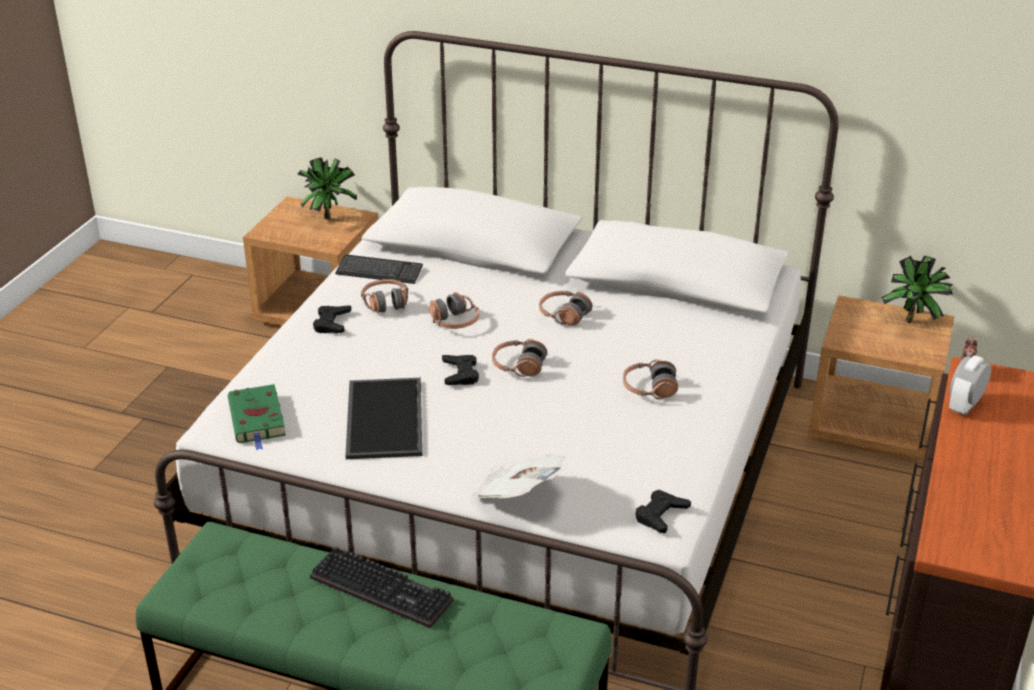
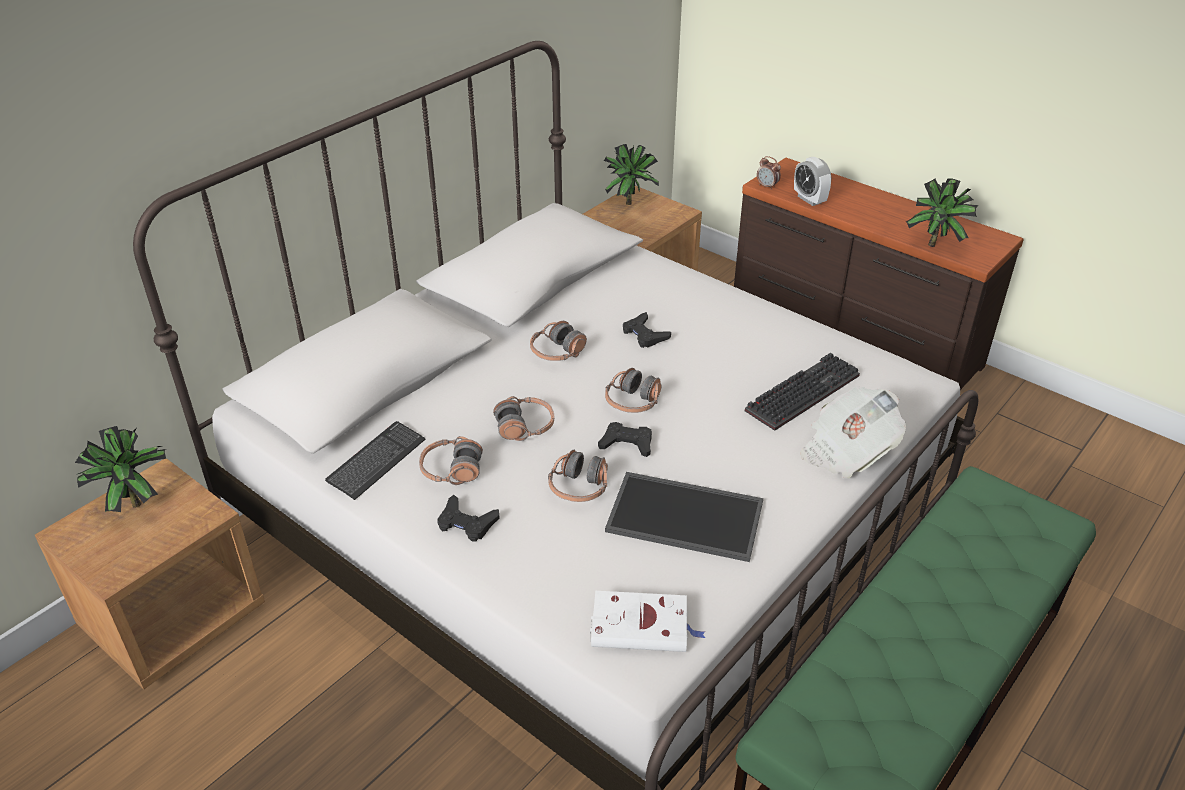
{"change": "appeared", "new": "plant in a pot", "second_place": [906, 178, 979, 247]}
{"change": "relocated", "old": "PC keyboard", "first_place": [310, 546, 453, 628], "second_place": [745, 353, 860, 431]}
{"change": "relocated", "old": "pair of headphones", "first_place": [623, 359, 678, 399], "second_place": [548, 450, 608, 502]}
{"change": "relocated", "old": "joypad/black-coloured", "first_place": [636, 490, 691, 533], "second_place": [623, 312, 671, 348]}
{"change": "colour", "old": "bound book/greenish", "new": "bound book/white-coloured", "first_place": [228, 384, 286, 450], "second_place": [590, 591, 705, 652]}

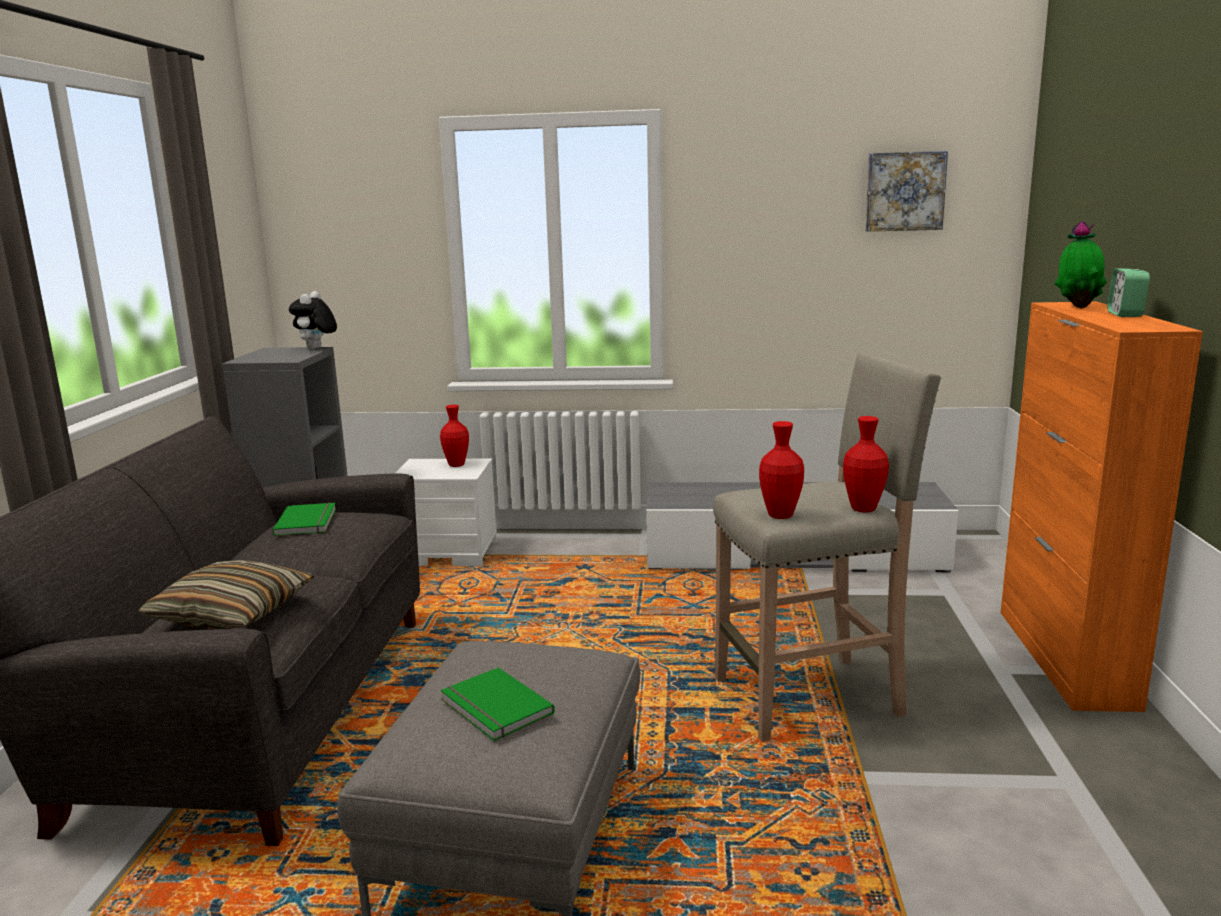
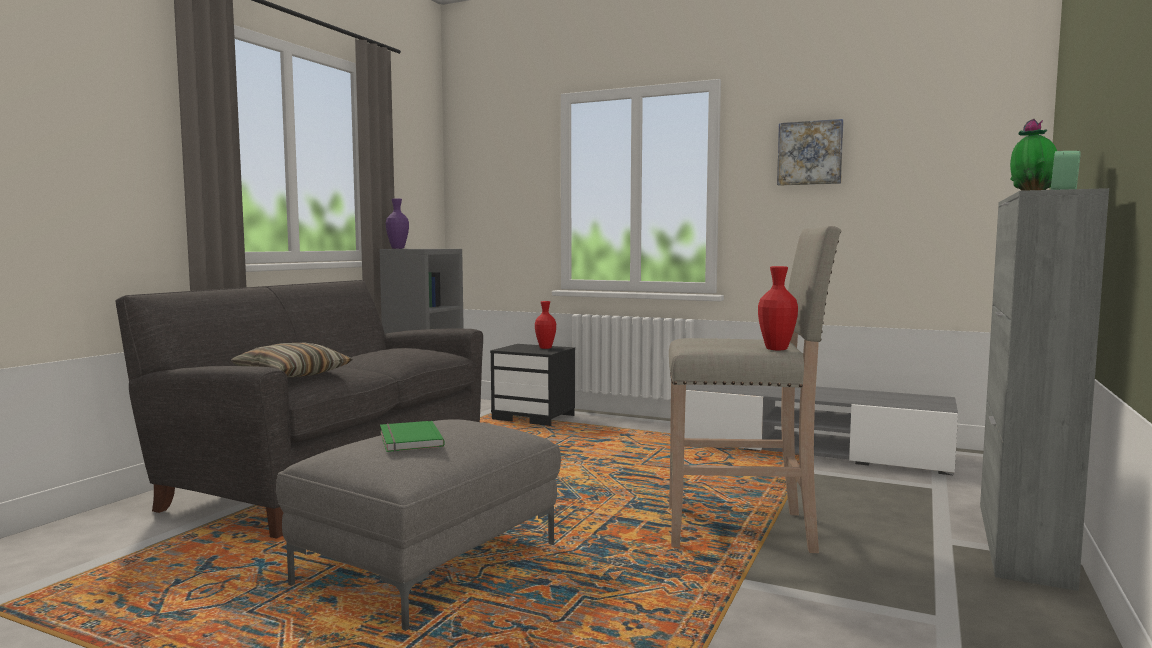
{"change": "missing", "old": "bound book/greenish", "first_place": [273, 503, 336, 536]}
{"change": "missing", "old": "cuddly toy", "first_place": [289, 291, 337, 349]}
{"change": "missing", "old": "flower vase/reddish", "first_place": [759, 421, 804, 519]}
{"change": "appeared", "new": "flower vase/purple-coloured", "second_place": [386, 198, 409, 249]}
{"change": "relocated", "old": "wall picture", "first_place": [865, 151, 948, 232], "second_place": [777, 119, 844, 186]}
{"change": "colour", "old": "nightstand/white-coloured", "new": "nightstand/black-coloured", "first_place": [395, 459, 497, 566], "second_place": [490, 344, 575, 426]}
{"change": "colour", "old": "storage cabinet/orange", "new": "storage cabinet/gray", "first_place": [1001, 301, 1203, 712], "second_place": [980, 188, 1109, 591]}

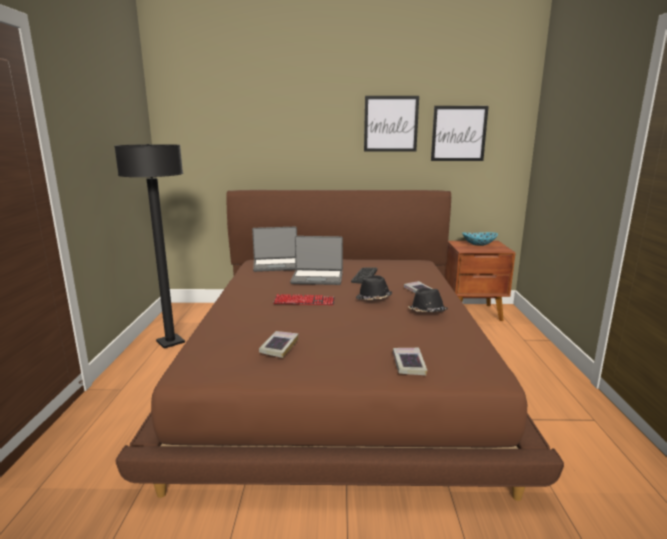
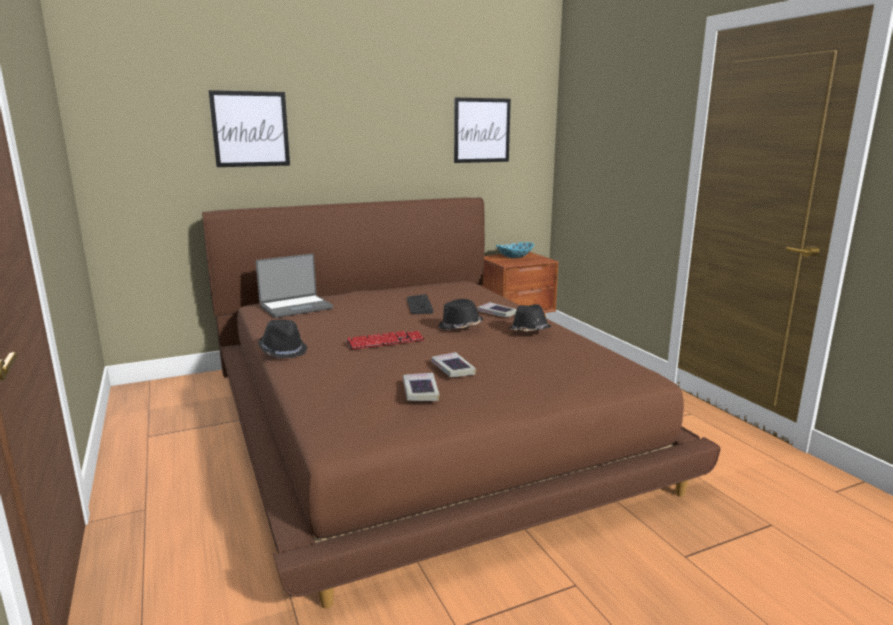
{"change": "missing", "old": "standard lamp/black-coloured", "first_place": [114, 144, 185, 349]}
{"change": "missing", "old": "portable computer", "first_place": [290, 236, 343, 285]}
{"change": "appeared", "new": "hat/black-coloured", "second_place": [258, 320, 308, 358]}
{"change": "relocated", "old": "wall picture", "first_place": [364, 96, 419, 152], "second_place": [208, 90, 290, 167]}
{"change": "relocated", "old": "bound book", "first_place": [393, 348, 427, 375], "second_place": [431, 352, 476, 377]}

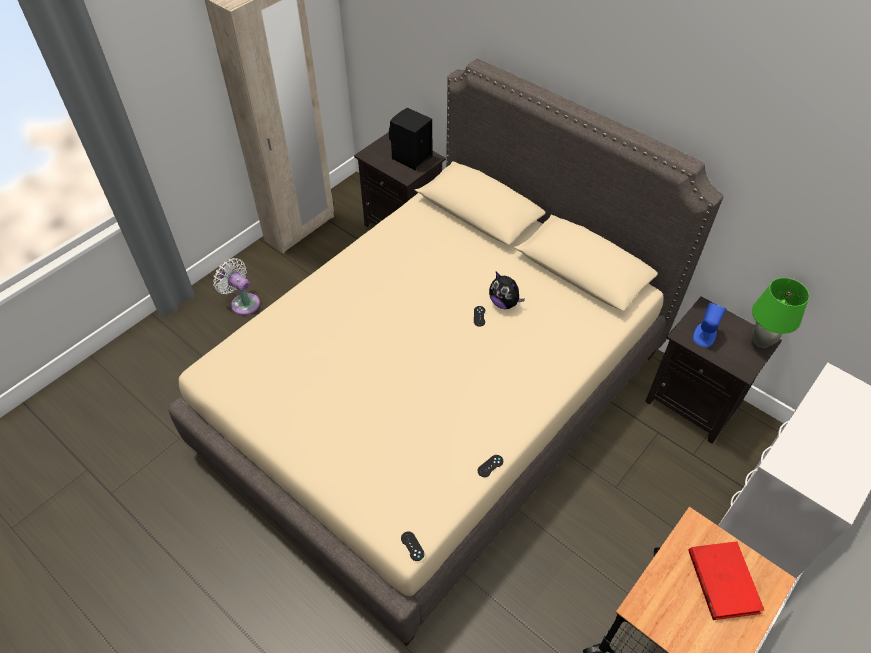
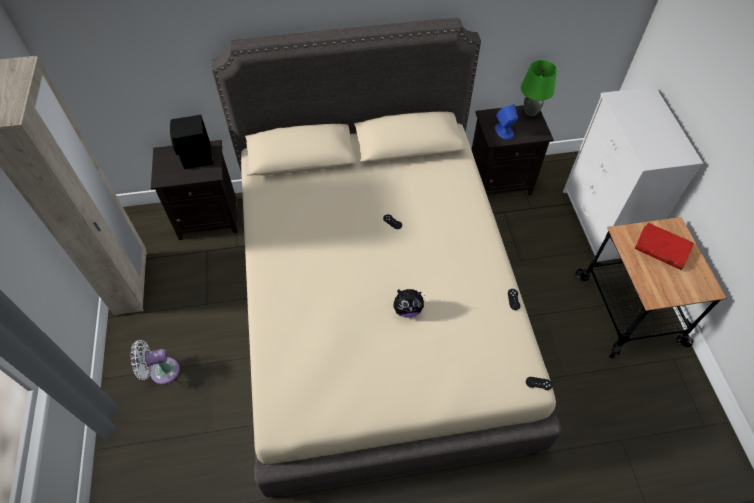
{"change": "relocated", "old": "cuddly toy", "first_place": [489, 272, 525, 309], "second_place": [393, 289, 424, 318]}

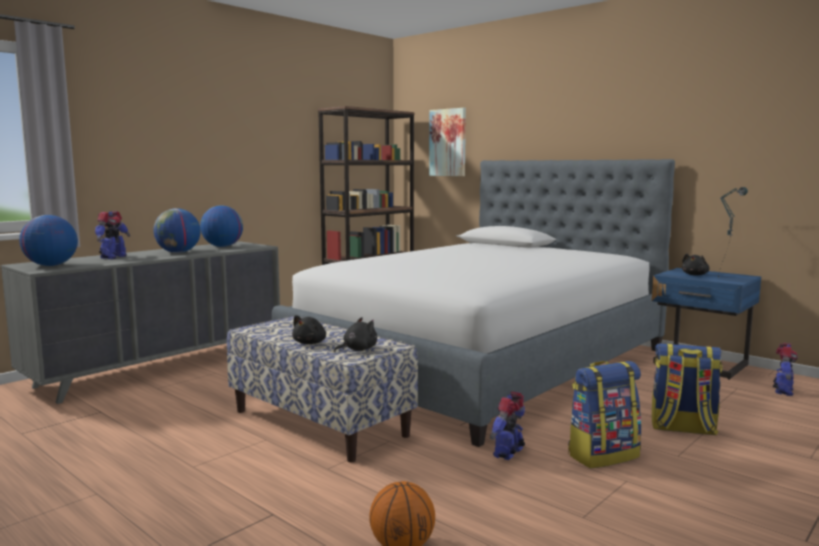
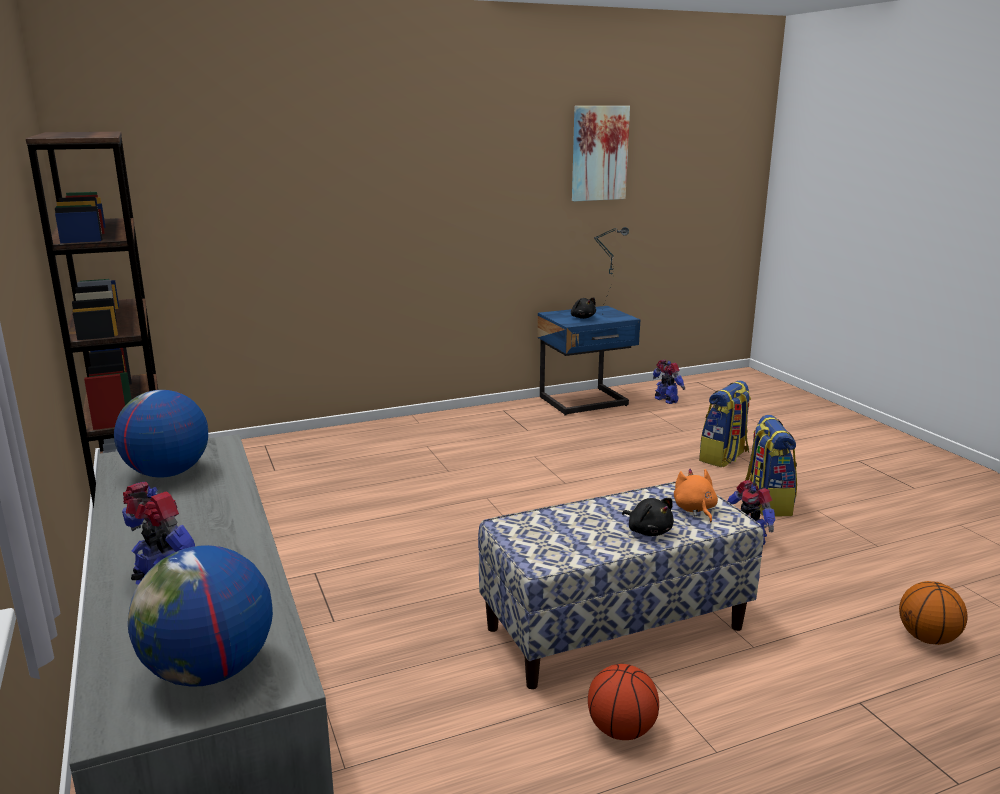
{"change": "missing", "old": "desk globe", "first_place": [153, 208, 201, 253]}
{"change": "missing", "old": "bedroom bed", "first_place": [272, 159, 675, 447]}
{"change": "appeared", "new": "basketball ball", "second_place": [588, 664, 659, 740]}
{"change": "relocated", "old": "wall picture", "first_place": [429, 108, 466, 176], "second_place": [572, 106, 630, 201]}
{"change": "colour", "old": "cuddly toy/black-coloured", "new": "cuddly toy/orange", "first_place": [334, 317, 377, 352], "second_place": [674, 468, 718, 522]}

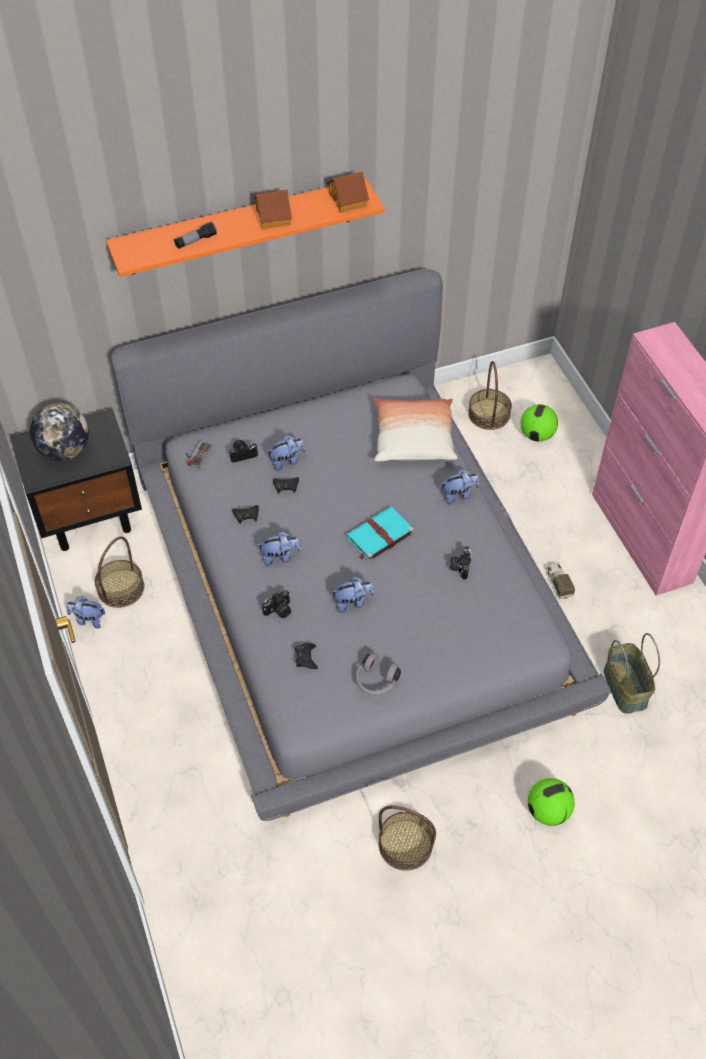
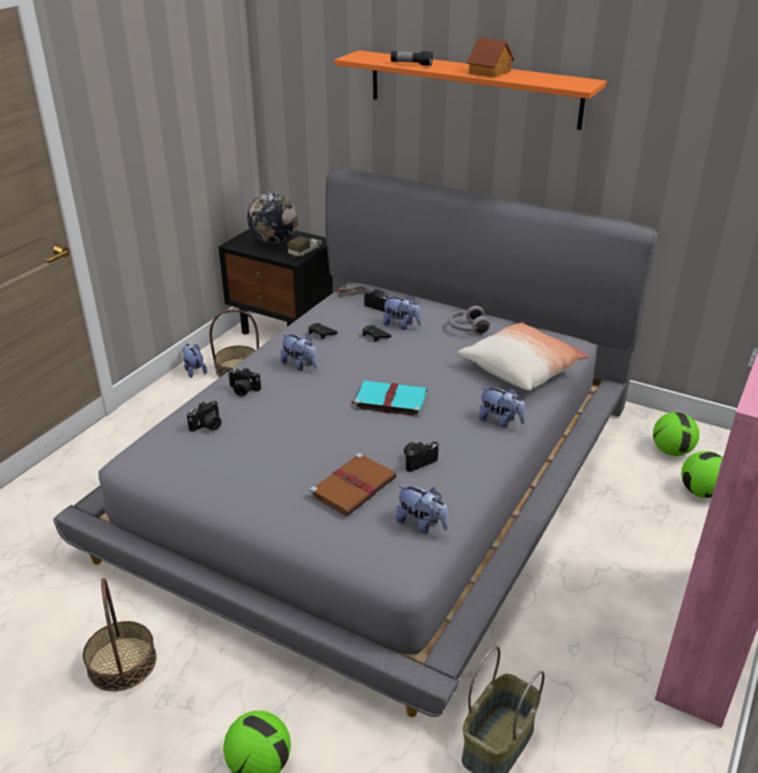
{"change": "missing", "old": "miniature house", "first_place": [327, 171, 369, 213]}
{"change": "appeared", "new": "bound book/brown-coloured", "second_place": [310, 453, 397, 516]}
{"change": "relocated", "old": "cuddly toy", "first_place": [332, 577, 375, 613], "second_place": [396, 485, 449, 534]}
{"change": "relocated", "old": "pair of headphones/gray", "first_place": [355, 653, 401, 696], "second_place": [448, 306, 490, 334]}
{"change": "relocated", "old": "toy lorry", "first_place": [546, 563, 575, 599], "second_place": [287, 236, 322, 258]}
{"change": "exchanged", "old": "joypad/black-coloured", "new": "still camera", "first_place": [295, 643, 318, 669], "second_place": [187, 401, 221, 432]}
{"change": "exchanged", "old": "household basket", "new": "football ball", "first_place": [468, 361, 512, 430], "second_place": [653, 412, 699, 456]}

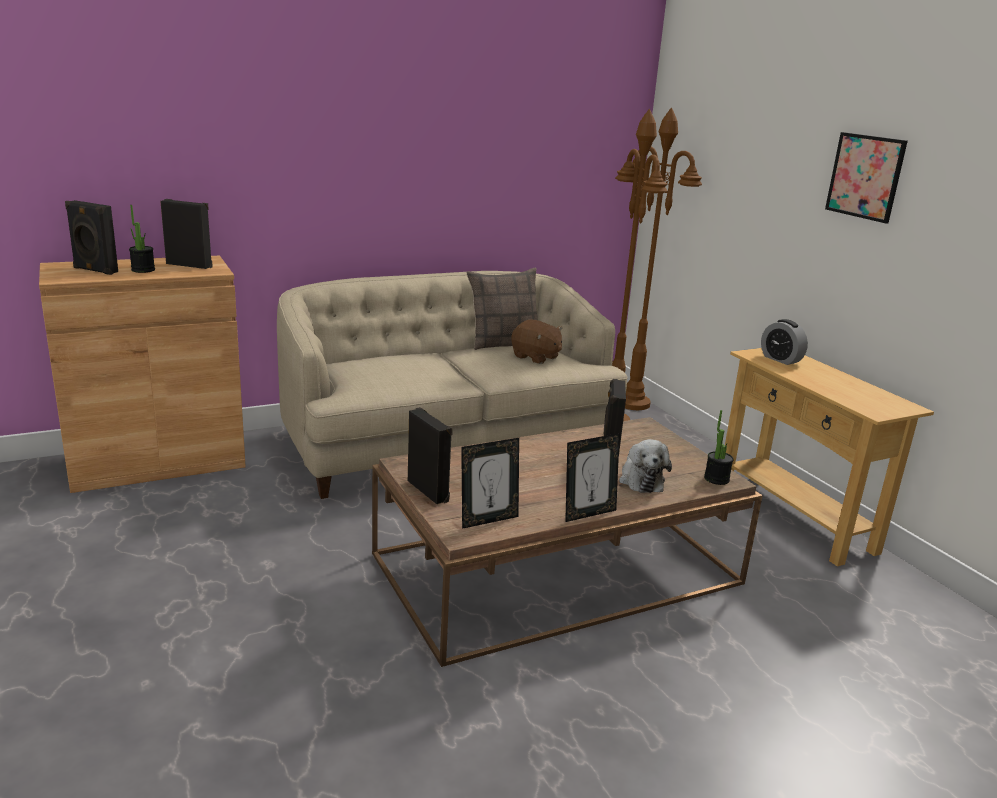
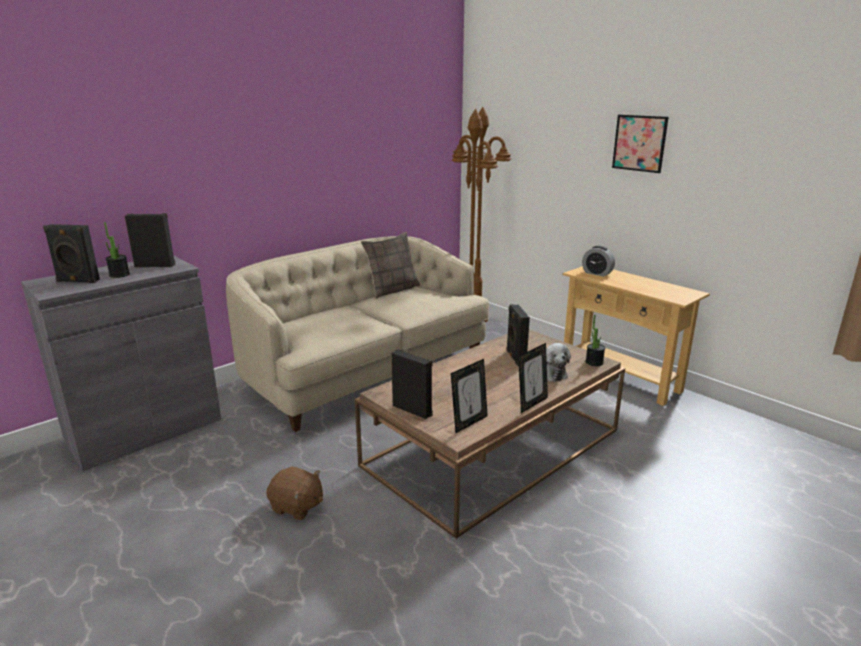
{"change": "relocated", "old": "cuddly toy/brown-coloured", "first_place": [511, 320, 562, 364], "second_place": [266, 467, 323, 520]}
{"change": "colour", "old": "storage cabinet/brown-coloured", "new": "storage cabinet/gray", "first_place": [39, 255, 246, 493], "second_place": [21, 255, 221, 471]}

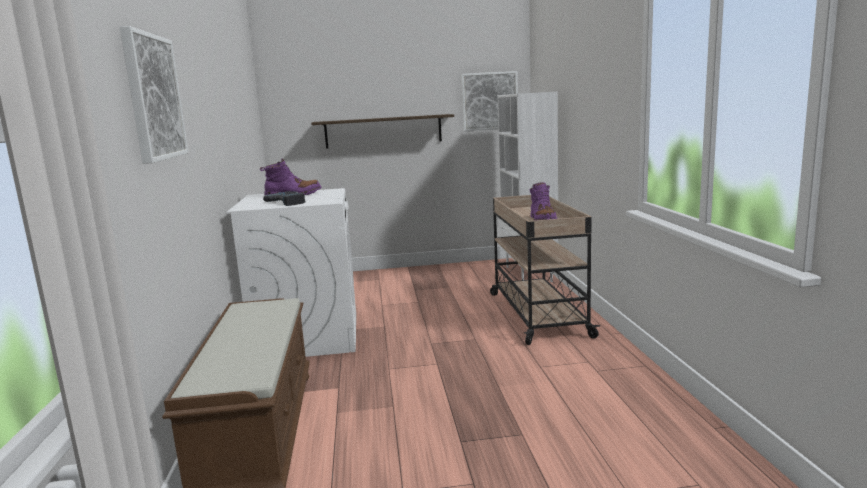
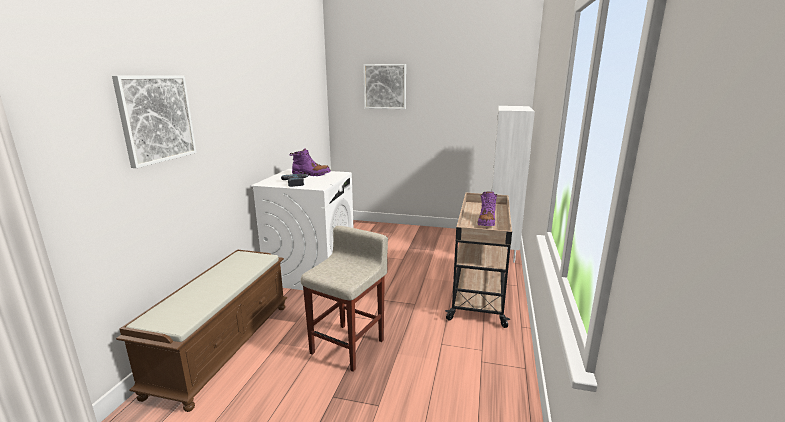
{"change": "missing", "old": "wall shelf", "first_place": [311, 114, 454, 149]}
{"change": "appeared", "new": "sitting stool/sand-coloured", "second_place": [301, 226, 388, 372]}
{"change": "relocated", "old": "wall picture", "first_place": [461, 71, 518, 132], "second_place": [363, 64, 406, 109]}

